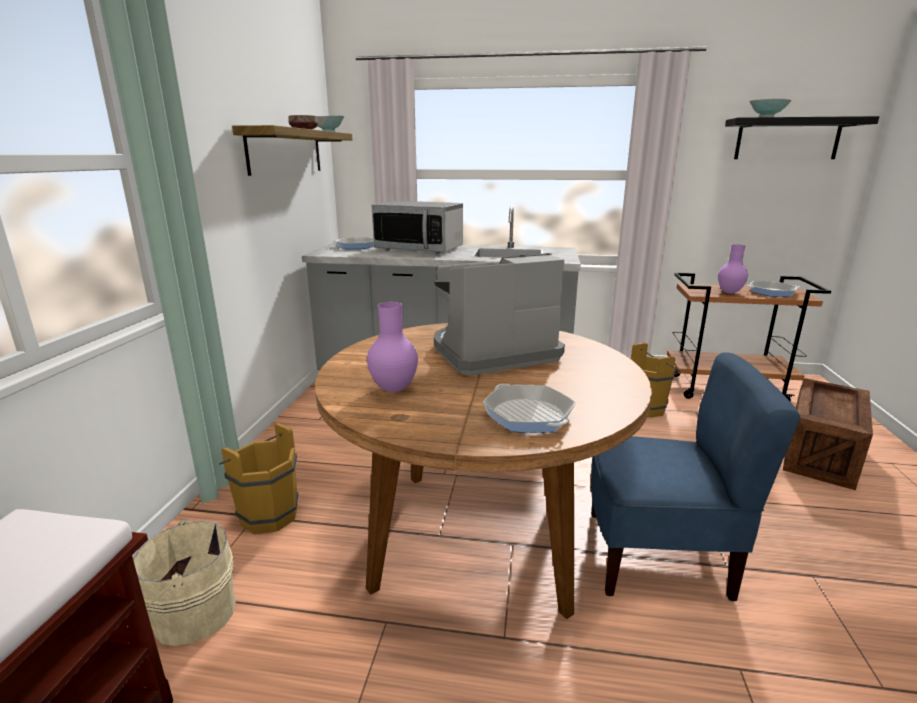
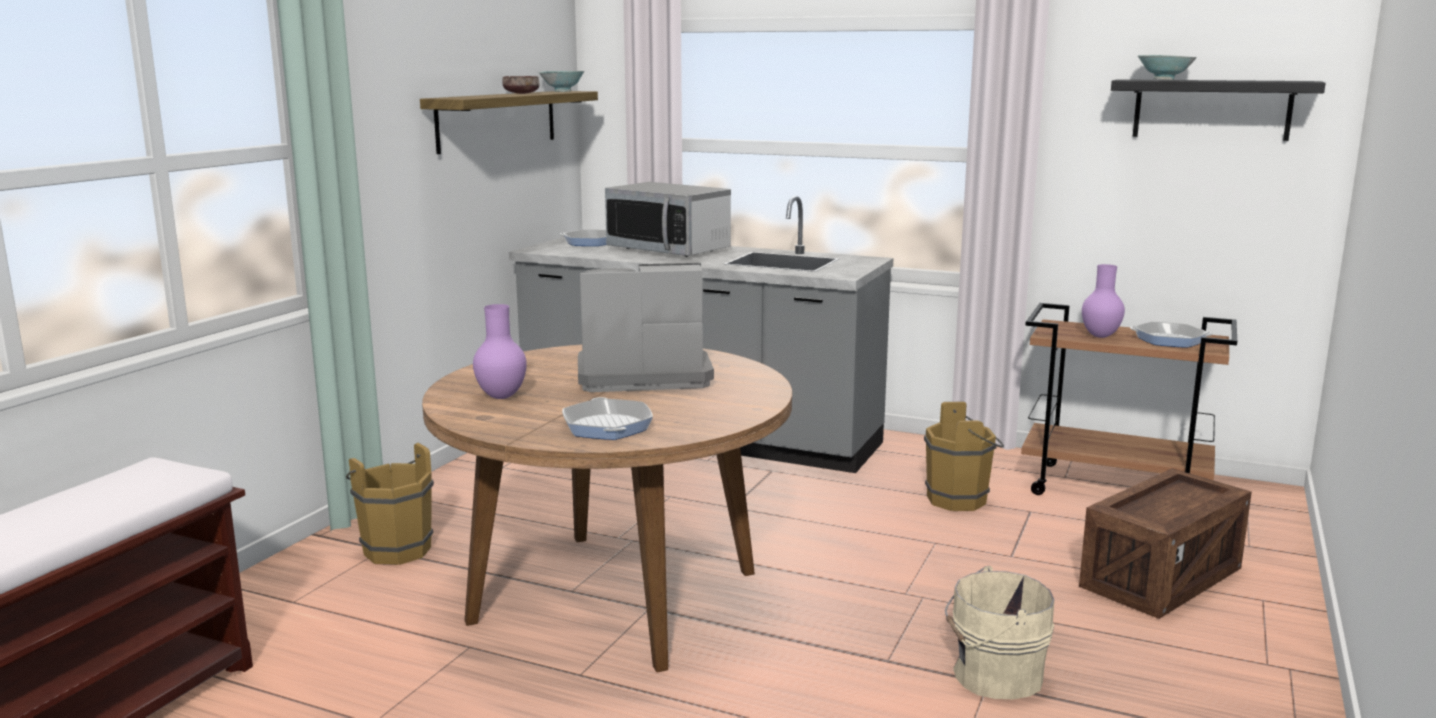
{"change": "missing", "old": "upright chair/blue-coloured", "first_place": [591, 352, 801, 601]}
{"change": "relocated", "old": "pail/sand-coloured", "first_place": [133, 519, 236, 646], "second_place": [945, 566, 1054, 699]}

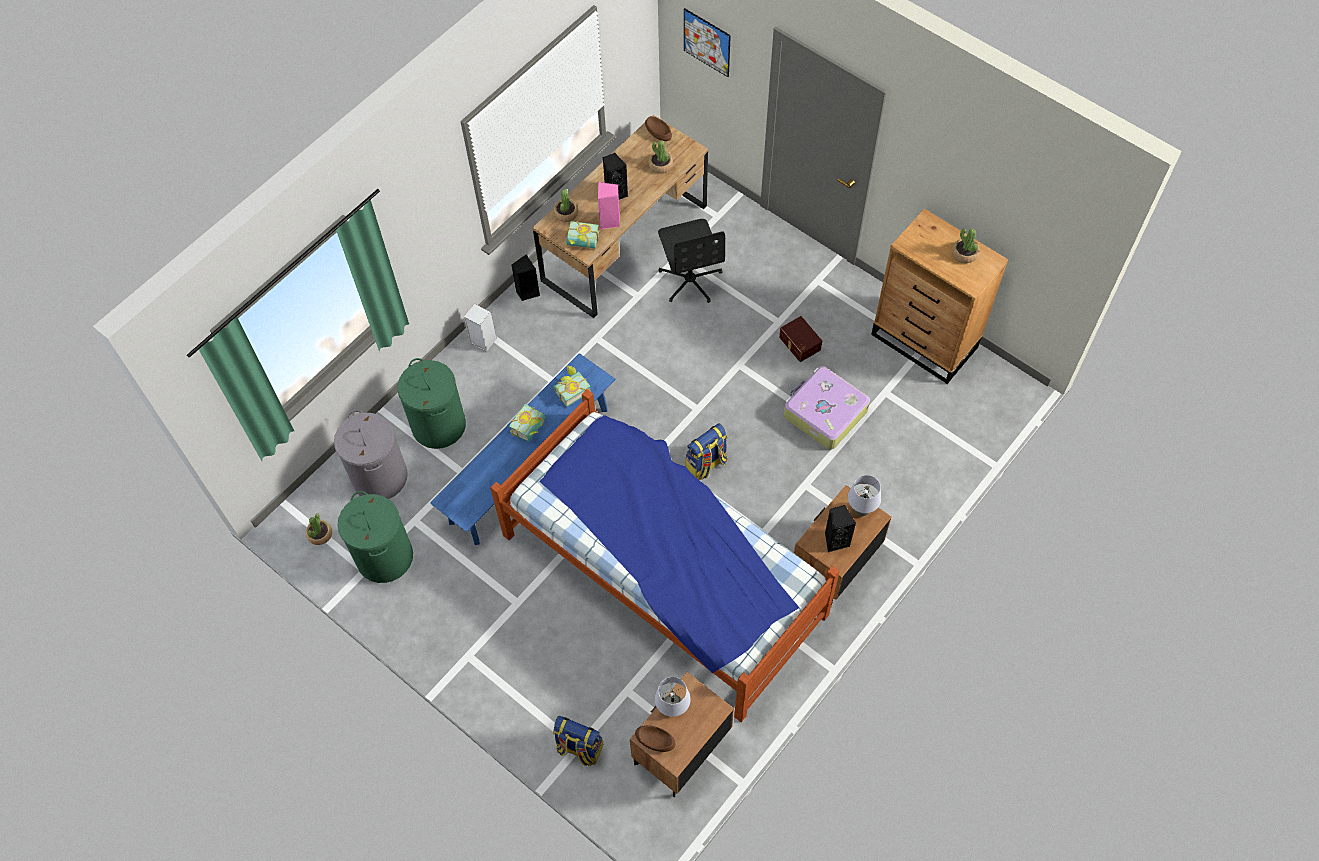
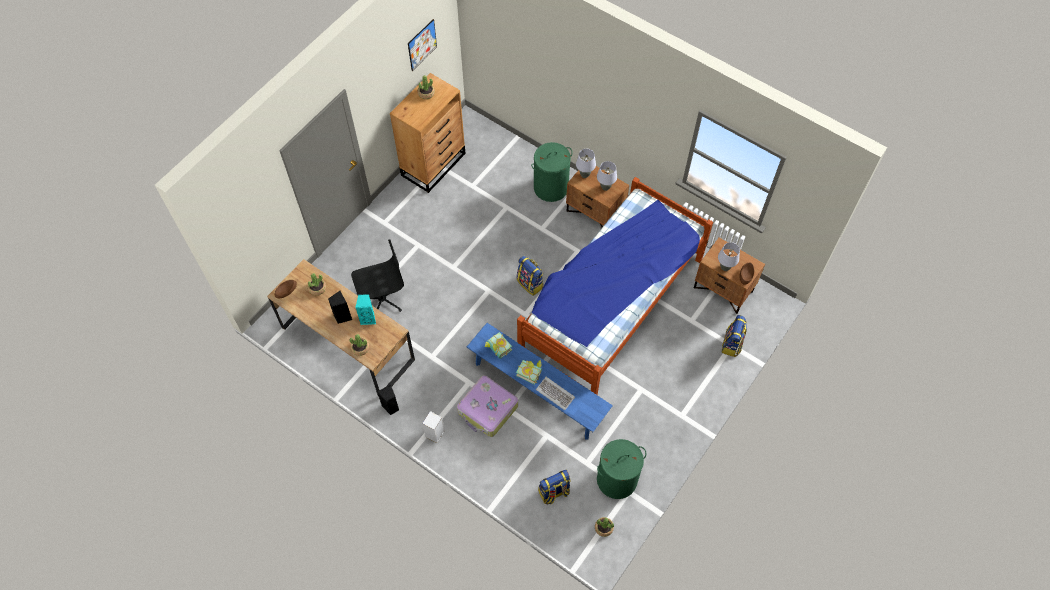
{"change": "missing", "old": "bound book", "first_place": [567, 221, 599, 249]}
{"change": "missing", "old": "storage bin/brown-coloured", "first_place": [779, 316, 822, 362]}
{"change": "appeared", "new": "PC keyboard", "second_place": [536, 377, 575, 410]}
{"change": "relocated", "old": "laundry basket/greenish", "first_place": [398, 358, 466, 449], "second_place": [531, 142, 573, 202]}
{"change": "relocated", "old": "wall picture", "first_place": [684, 8, 731, 77], "second_place": [408, 19, 437, 71]}
{"change": "relocated", "old": "suitcase", "first_place": [784, 366, 870, 450], "second_place": [457, 375, 518, 437]}
{"change": "exchanged", "old": "laundry basket/gray", "new": "rucksack", "first_place": [334, 410, 408, 499], "second_place": [538, 470, 571, 504]}
{"change": "exchanged", "old": "loudspeaker/black-coloured", "new": "lamp for a table/gray", "first_place": [825, 505, 856, 552], "second_place": [597, 161, 617, 191]}
{"change": "colour", "old": "loudspeaker/pink", "new": "loudspeaker/turquoise-coloured", "first_place": [598, 182, 620, 229], "second_place": [355, 294, 376, 325]}

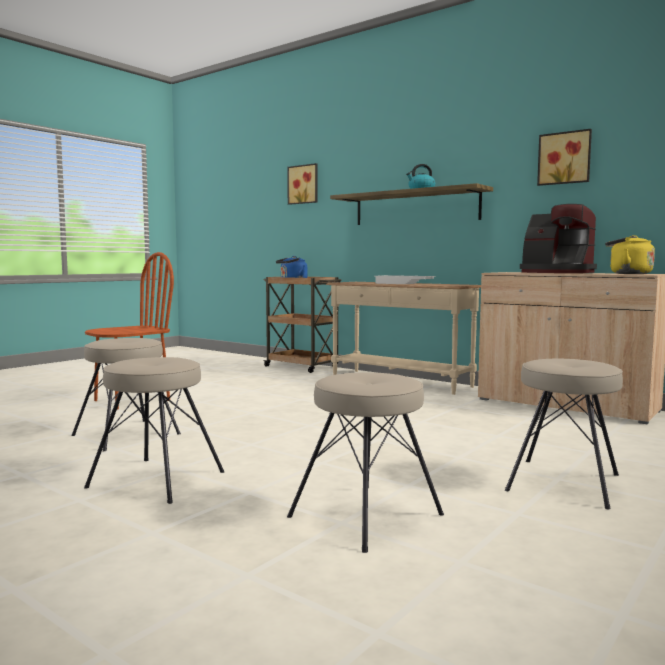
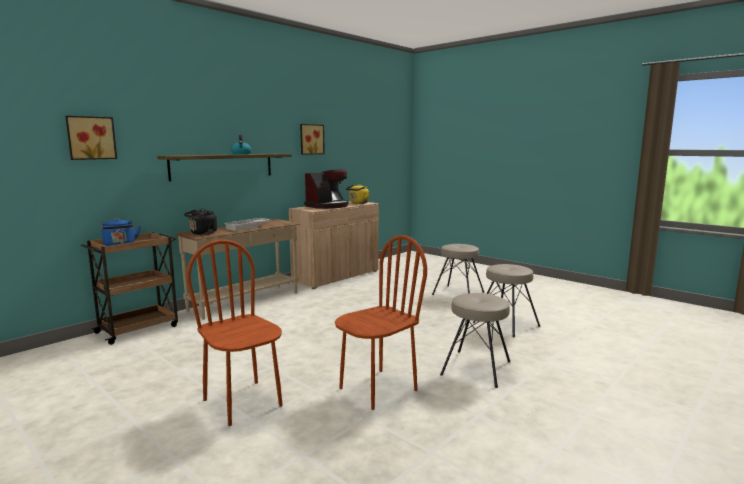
{"change": "appeared", "new": "kettle/black-coloured", "second_place": [184, 209, 217, 235]}
{"change": "exchanged", "old": "sitting stool/sand-coloured", "new": "upright chair/brown-coloured", "first_place": [71, 338, 181, 451], "second_place": [335, 235, 427, 410]}

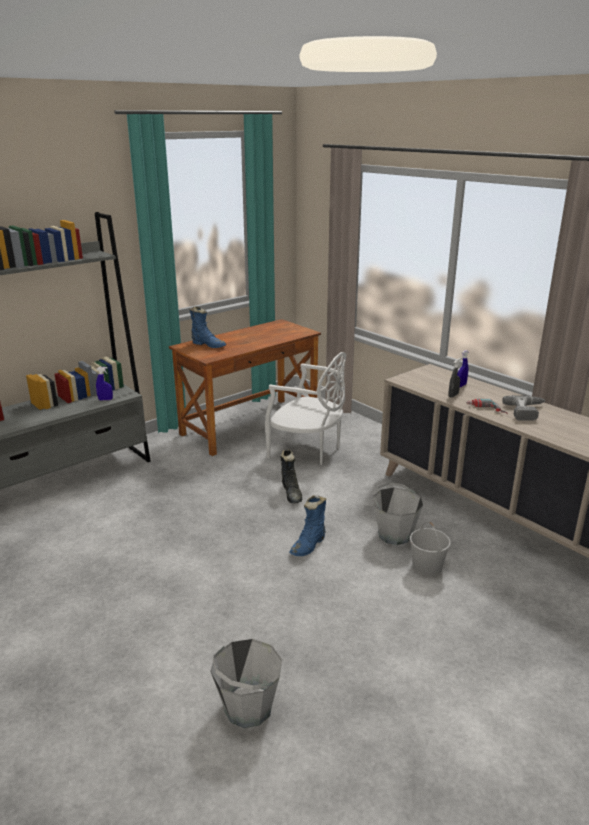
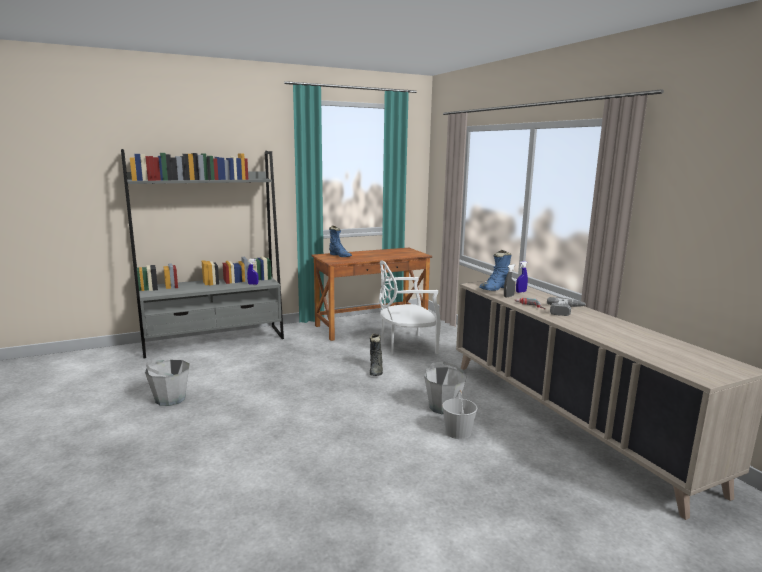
{"change": "relocated", "old": "pail/gray", "first_place": [210, 639, 282, 728], "second_place": [145, 360, 190, 406]}
{"change": "relocated", "old": "boot/blue-coloured", "first_place": [289, 495, 326, 556], "second_place": [479, 250, 512, 291]}
{"change": "spun", "old": "upright chair/white-coloured", "first_place": [265, 352, 346, 465], "second_place": [379, 261, 441, 354], "degrees": 120}

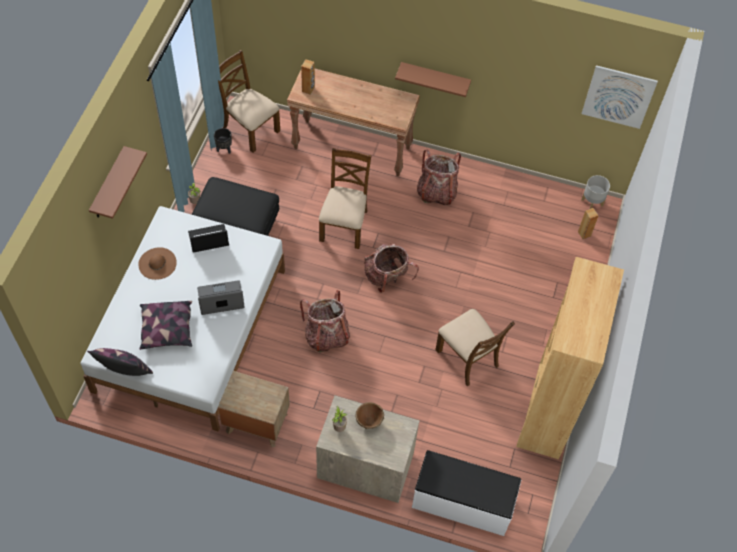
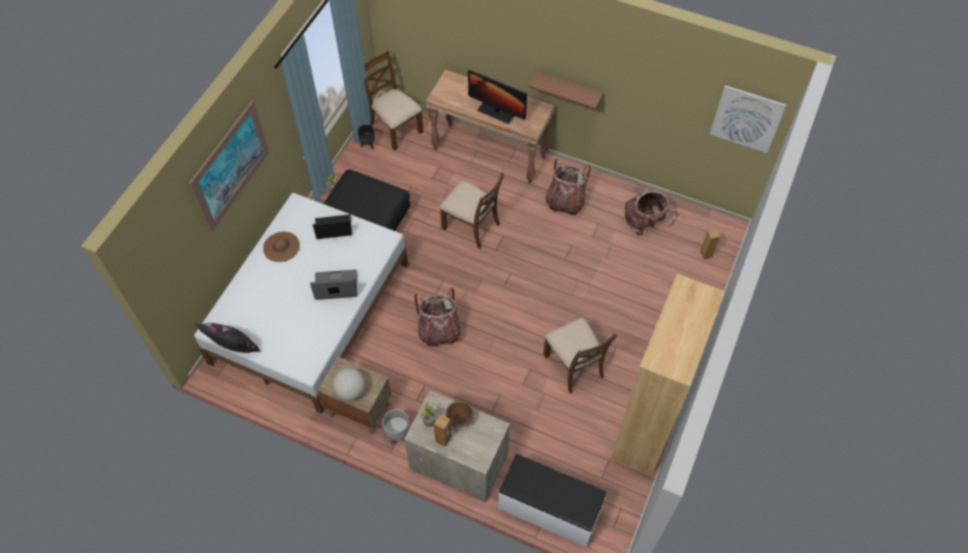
{"change": "missing", "old": "cushion", "first_place": [139, 301, 192, 350]}
{"change": "appeared", "new": "desk globe", "second_place": [333, 368, 365, 401]}
{"change": "appeared", "new": "monitor", "second_place": [468, 70, 527, 124]}
{"change": "relocated", "old": "loudspeaker/brown-coloured", "first_place": [301, 59, 315, 95], "second_place": [434, 414, 452, 447]}
{"change": "relocated", "old": "rucksack", "first_place": [364, 244, 419, 293], "second_place": [625, 189, 678, 236]}
{"change": "relocated", "old": "flower pot/gray", "first_place": [581, 175, 610, 209], "second_place": [383, 409, 410, 446]}
{"change": "exchanged", "old": "wall shelf/brown-coloured", "new": "wall picture", "first_place": [89, 146, 147, 219], "second_place": [189, 100, 269, 232]}
{"change": "spun", "old": "upright chair/brown-coloured", "first_place": [319, 148, 372, 249], "second_place": [440, 172, 505, 248], "degrees": 105}

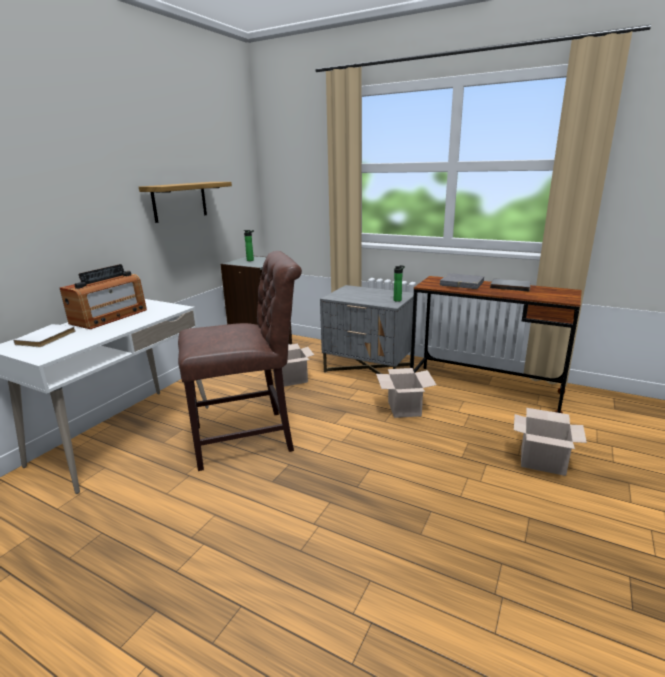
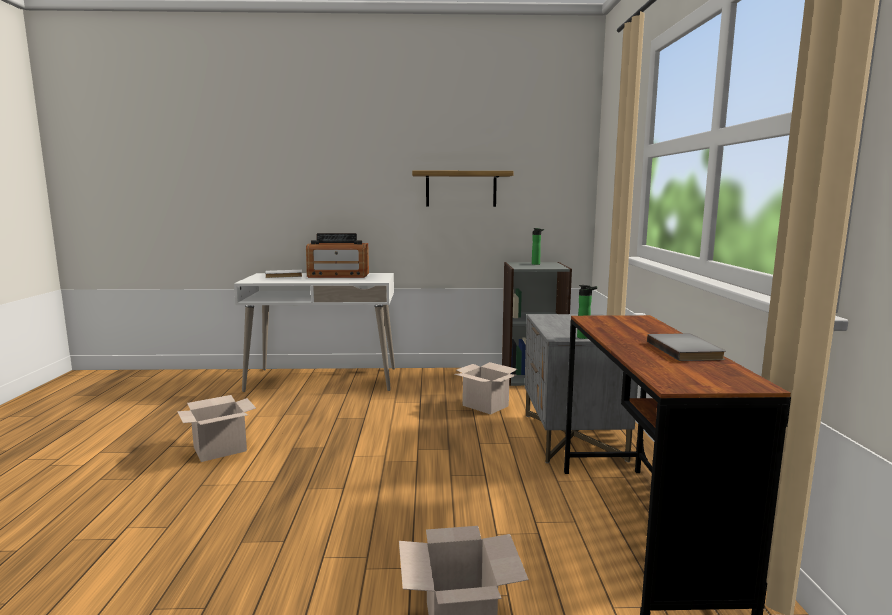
{"change": "missing", "old": "upright chair/brown-coloured", "first_place": [178, 251, 302, 471]}
{"change": "missing", "old": "bound book/gray", "first_place": [440, 273, 484, 289]}
{"change": "relocated", "old": "cardboard box", "first_place": [376, 368, 437, 418], "second_place": [177, 395, 256, 462]}

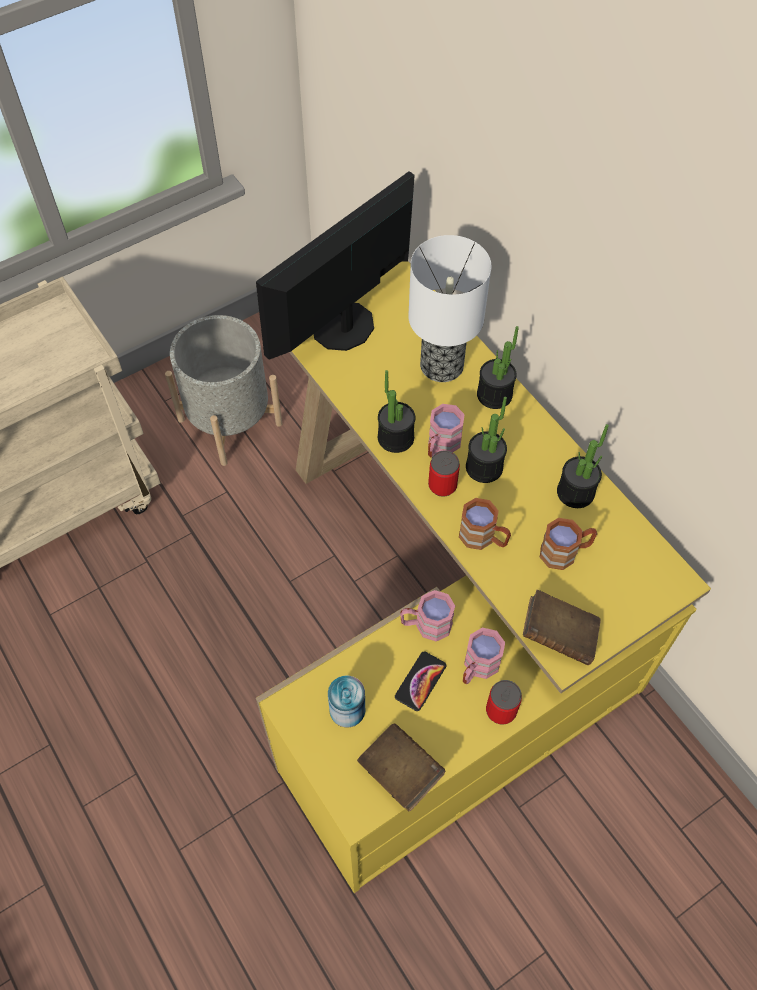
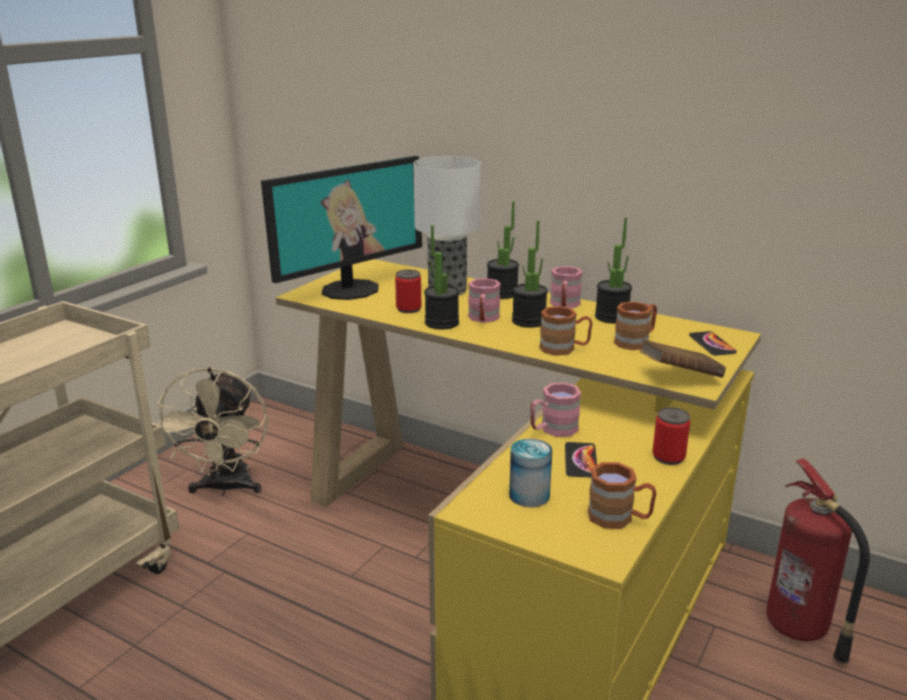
{"change": "appeared", "new": "phone", "second_place": [689, 331, 737, 355]}
{"change": "appeared", "new": "fire extinguisher", "second_place": [766, 458, 870, 664]}
{"change": "relocated", "old": "sealed can", "first_place": [428, 450, 460, 497], "second_place": [395, 270, 421, 313]}
{"change": "relocated", "old": "mug/pink", "first_place": [463, 627, 505, 684], "second_place": [550, 266, 583, 308]}
{"change": "exchanged", "old": "flower pot/gray", "new": "cooling fan/sand-coloured", "first_place": [165, 315, 282, 466], "second_place": [157, 367, 268, 496]}
{"change": "exchanged", "old": "bound book/brown-coloured", "new": "mug/brown-coloured", "first_place": [357, 724, 445, 811], "second_place": [588, 462, 656, 529]}
{"change": "spun", "old": "monitor", "first_place": [256, 171, 415, 360], "second_place": [261, 156, 422, 300], "degrees": -150}

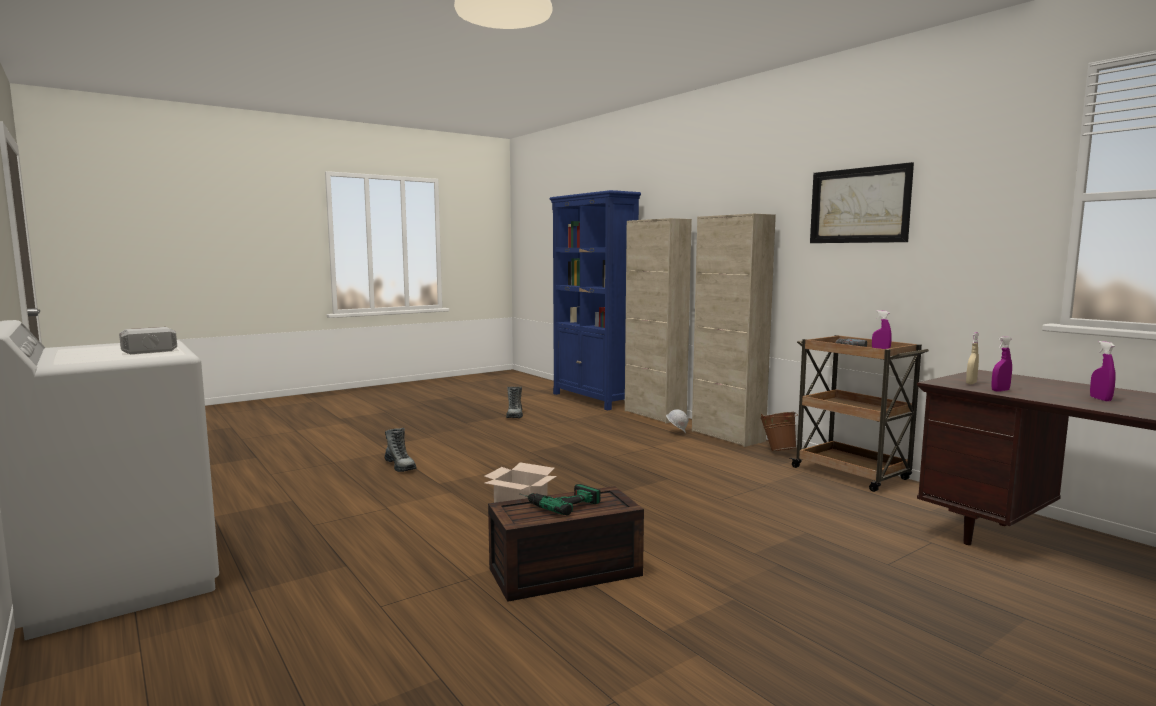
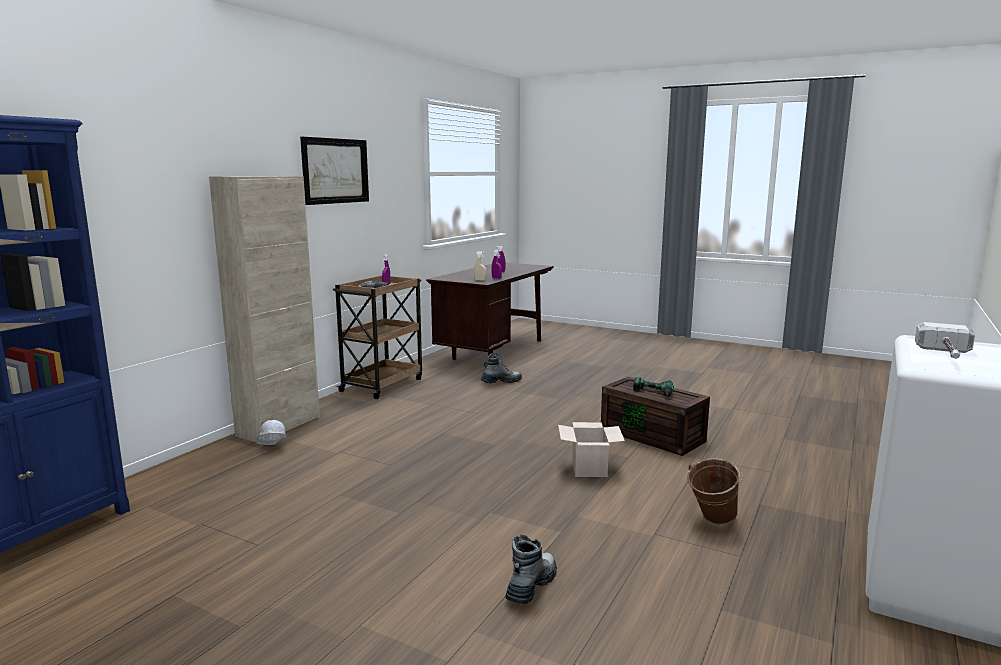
{"change": "missing", "old": "storage cabinet/sand-coloured", "first_place": [625, 218, 692, 423]}
{"change": "relocated", "old": "boot", "first_place": [506, 387, 523, 418], "second_place": [481, 353, 522, 383]}
{"change": "relocated", "old": "pail/brown-coloured", "first_place": [760, 412, 798, 451], "second_place": [687, 458, 743, 525]}

